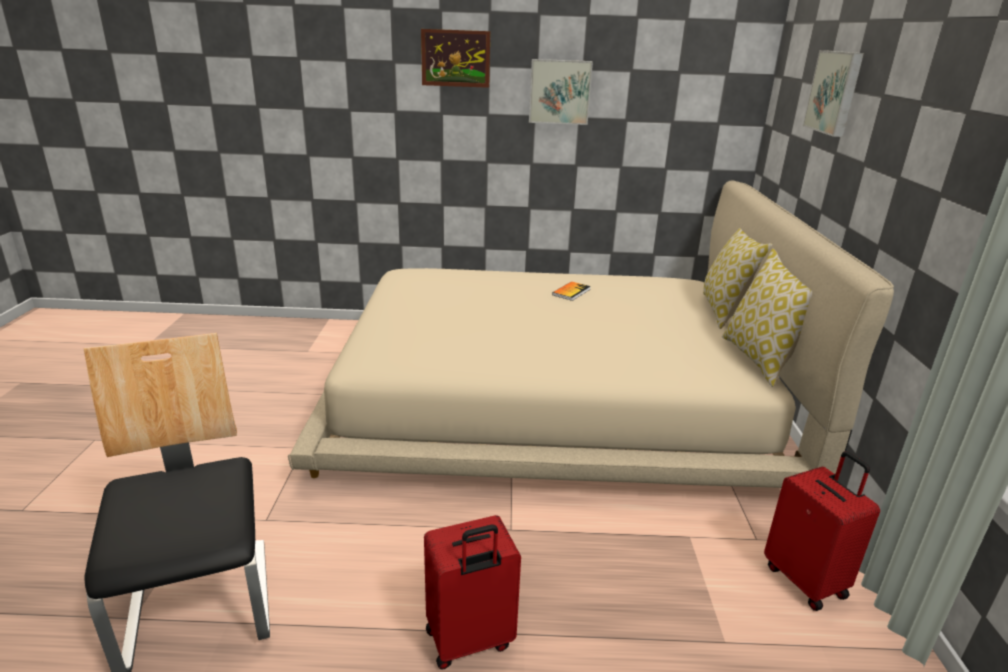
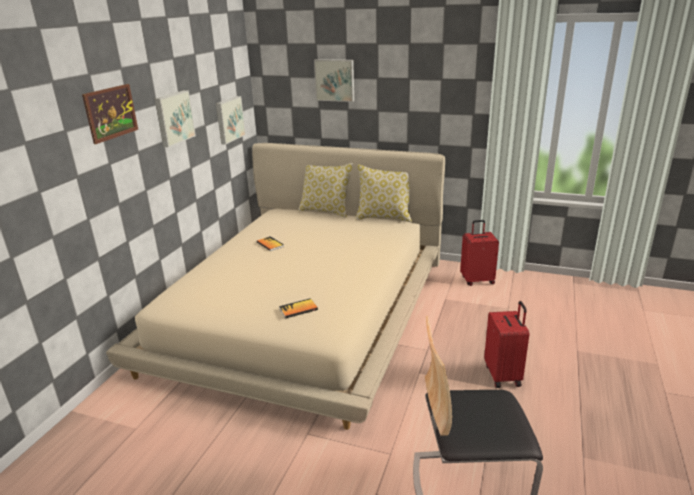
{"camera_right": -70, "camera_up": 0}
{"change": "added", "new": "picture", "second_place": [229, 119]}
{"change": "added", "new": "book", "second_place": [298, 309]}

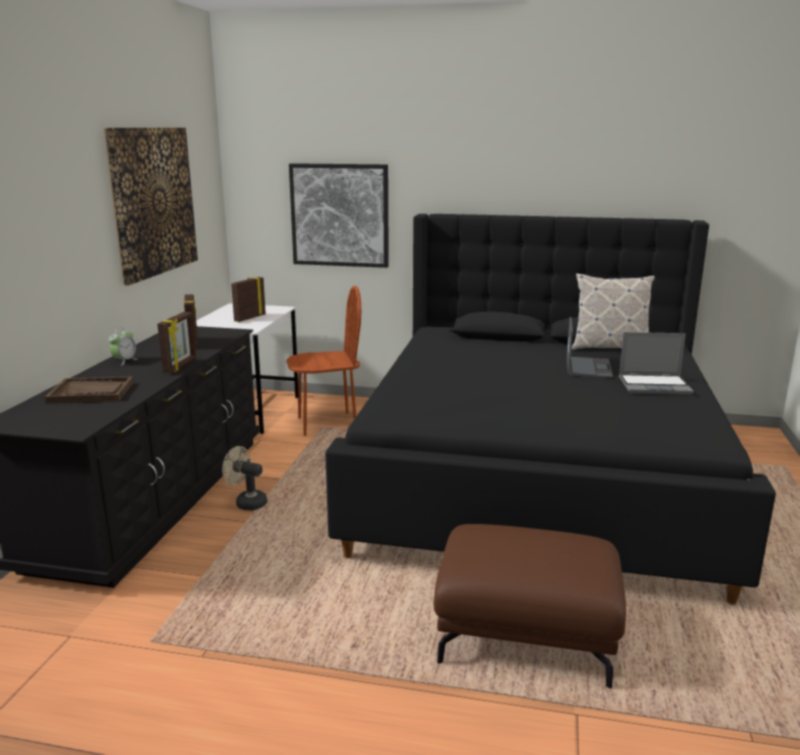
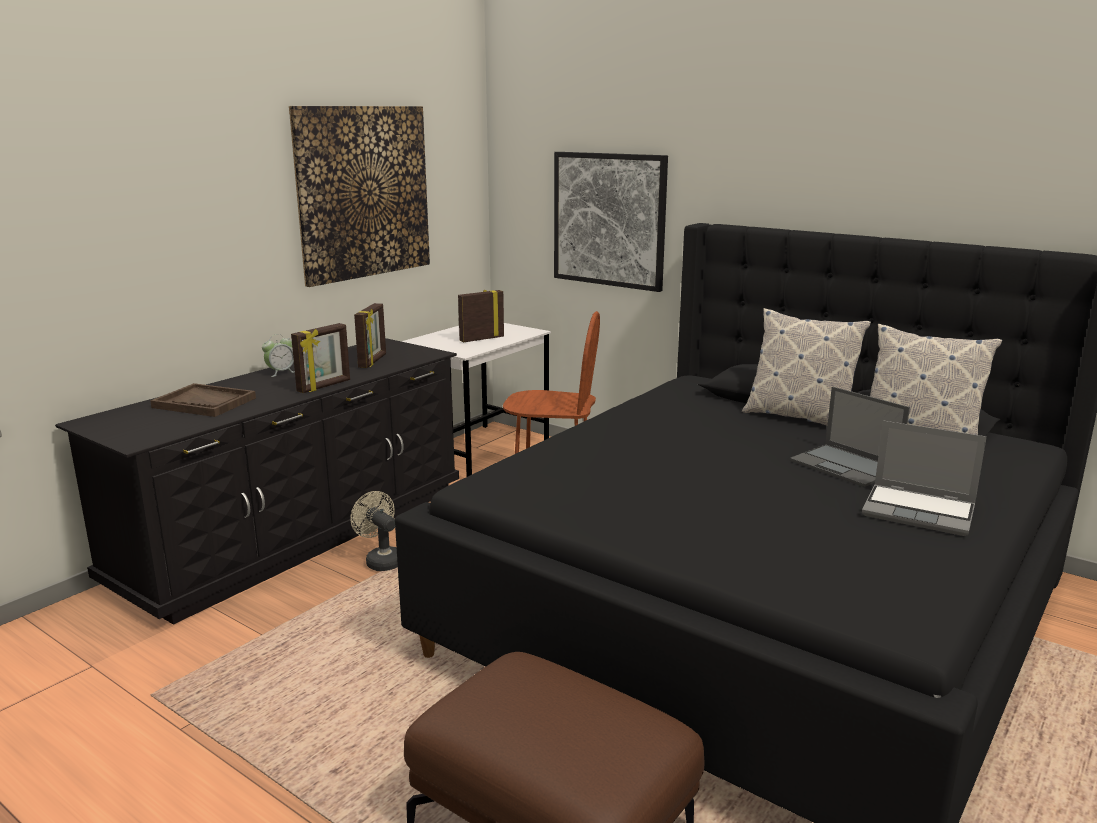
{"camera_right": 25, "camera_up": 0}
{"change": "turned", "old": "laptop", "first_place": [588, 367], "second_place": [846, 466], "degrees": 105}
{"change": "added", "new": "pillow", "second_place": [799, 417]}

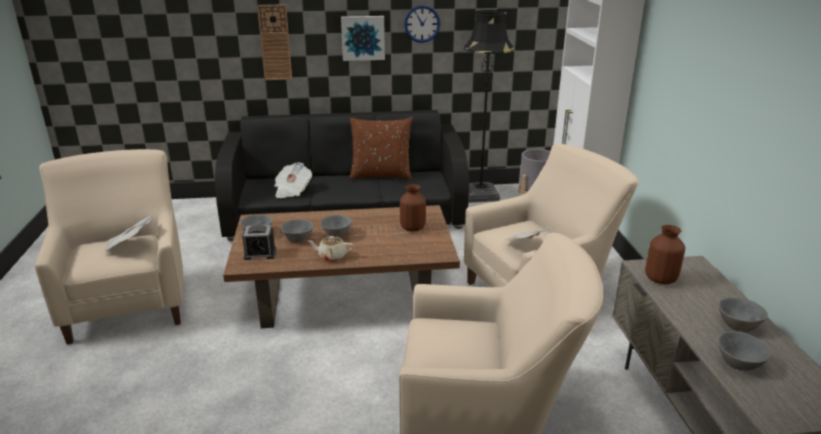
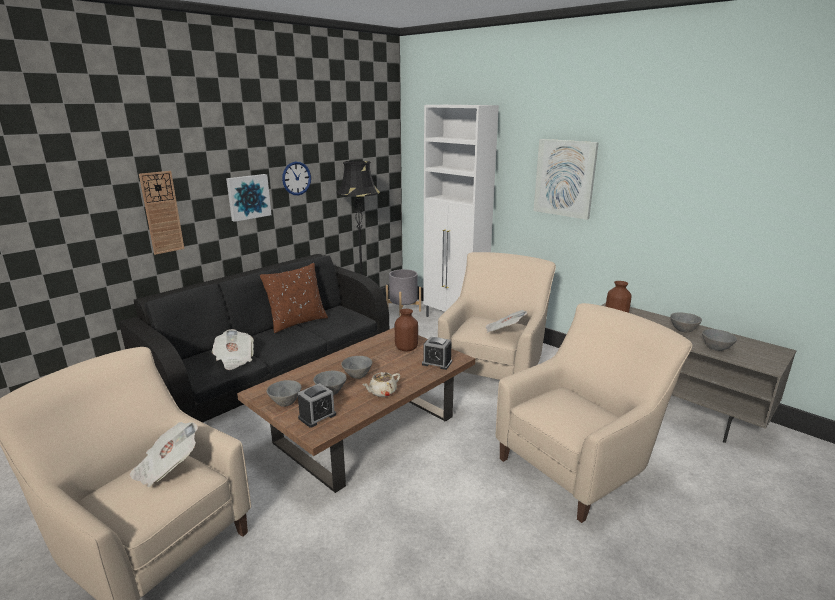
{"camera_right": -40, "camera_up": -5}
{"change": "added", "new": "alarm clock", "second_place": [437, 363]}
{"change": "added", "new": "picture", "second_place": [565, 178]}

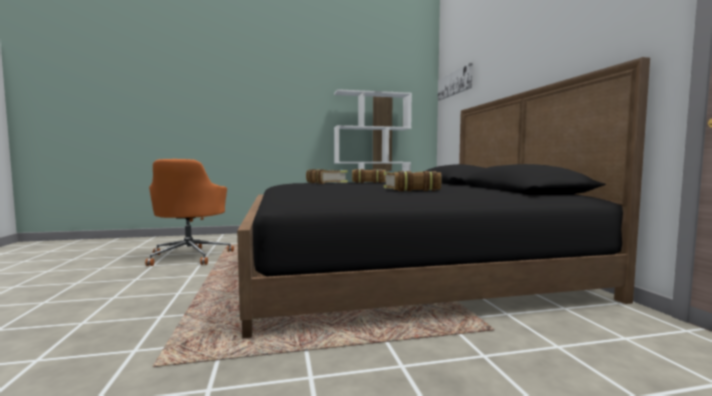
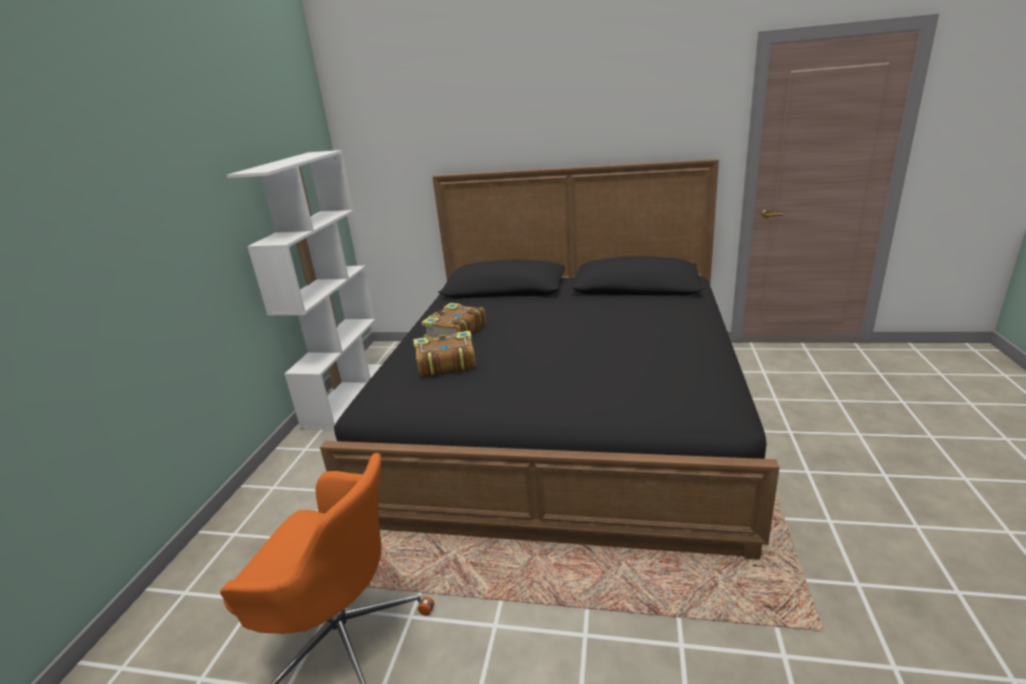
{"camera_right": -65, "camera_up": 20}
{"change": "removed", "old": "book", "first_place": [410, 189]}
{"change": "removed", "old": "picture", "first_place": [455, 83]}

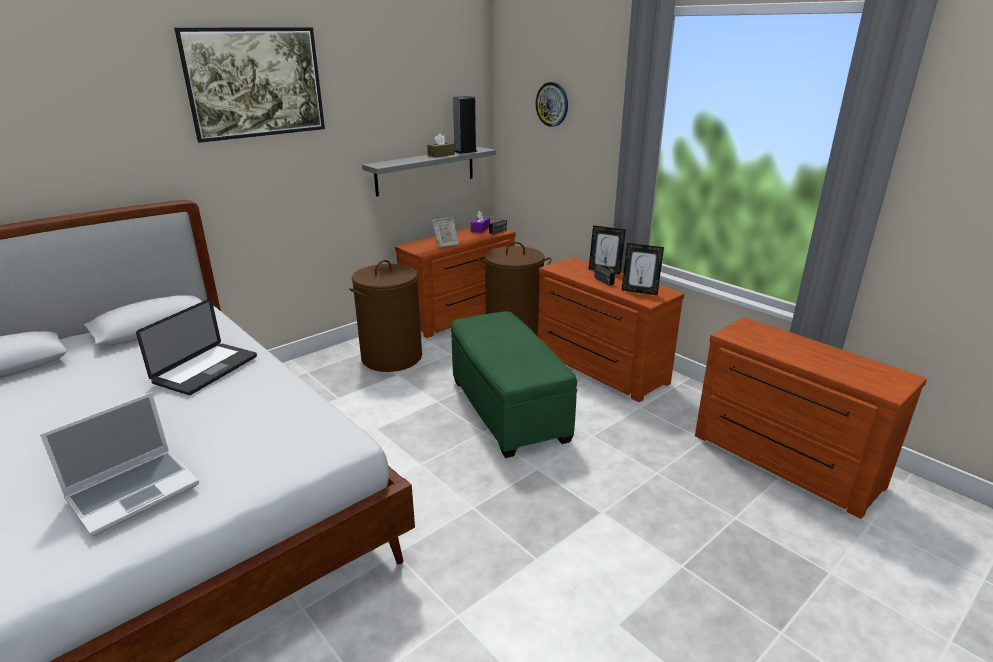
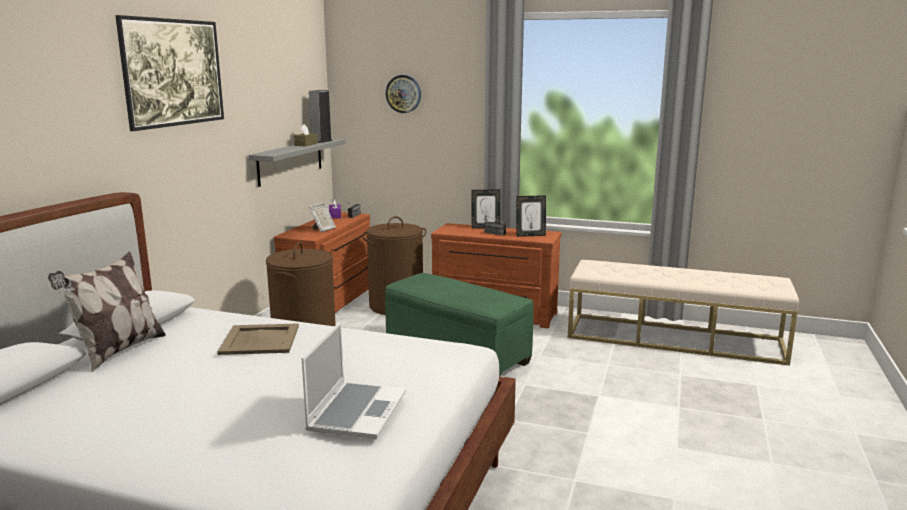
{"camera_right": -30, "camera_up": -10}
{"change": "replaced", "old": "laptop", "new": "tray (beige)", "first_place": [206, 370], "second_place": [259, 339]}
{"change": "replaced", "old": "dresser (brown)", "new": "bench (beige)", "first_place": [783, 462], "second_place": [674, 338]}
{"change": "added", "new": "pillow", "second_place": [118, 351]}

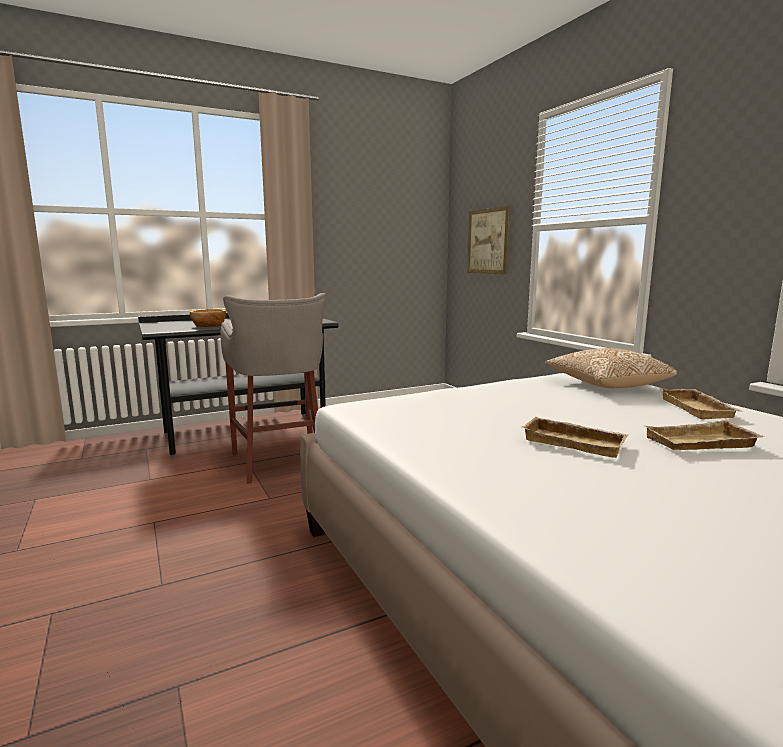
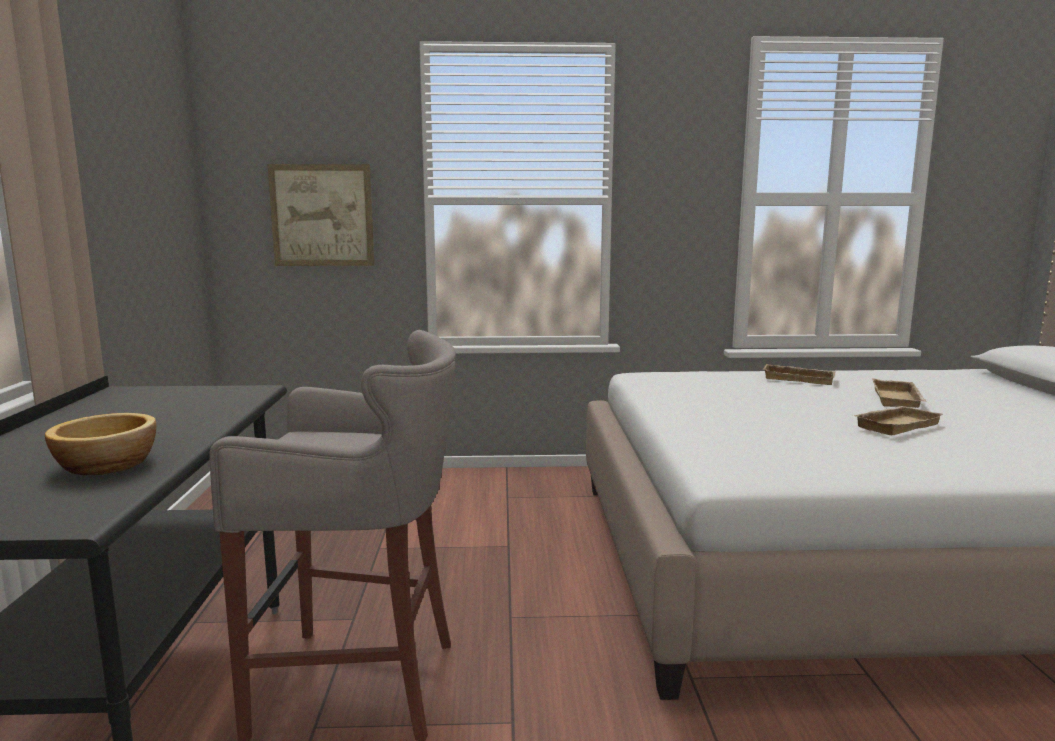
{"camera_right": -65, "camera_up": 0}
{"change": "removed", "old": "pillow", "first_place": [606, 384]}

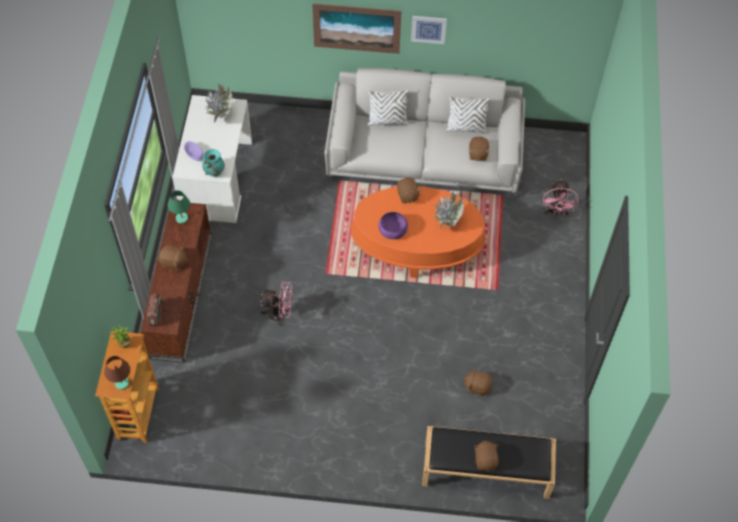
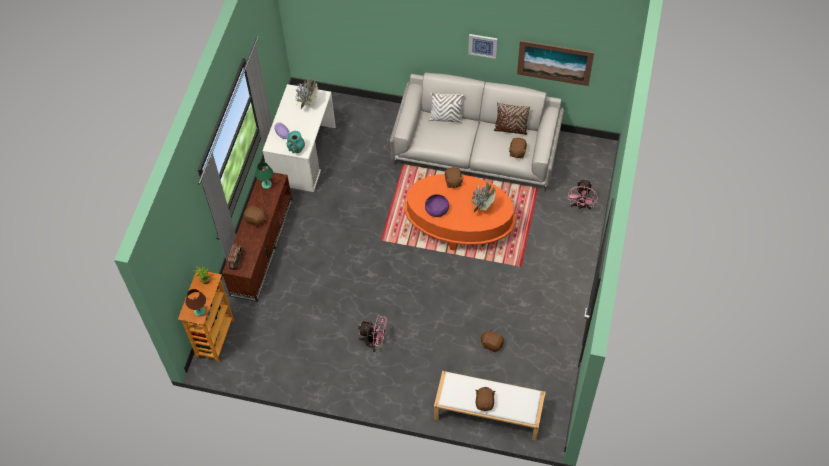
{"camera_right": 10, "camera_up": 0}
{"change": "moved", "old": "fan (pink)", "first_place": [279, 314], "second_place": [374, 342]}
{"change": "moved", "old": "picture", "first_place": [356, 28], "second_place": [554, 62]}
{"change": "recoloured", "old": "bench (black)", "new": "bench (white)", "first_place": [485, 470], "second_place": [487, 412]}
{"change": "recoloured", "old": "pillow (white)", "new": "pillow (brown)", "first_place": [466, 128], "second_place": [510, 129]}

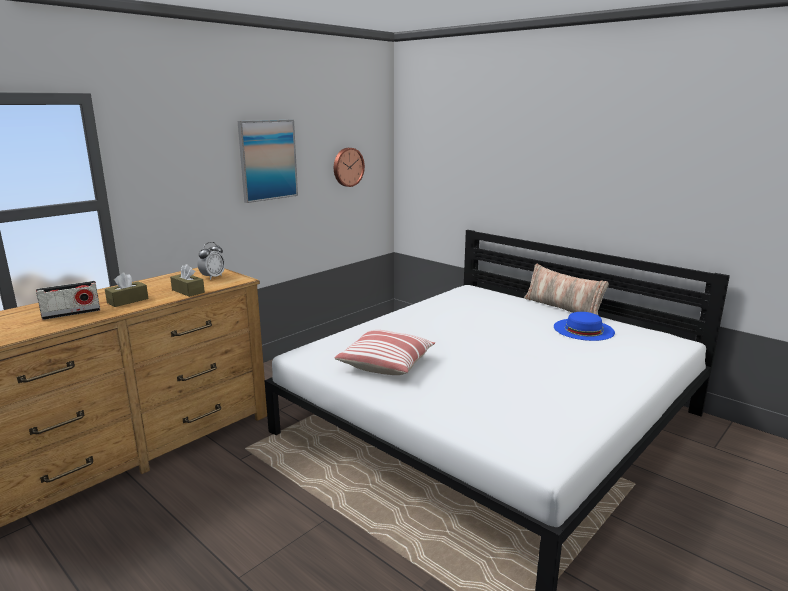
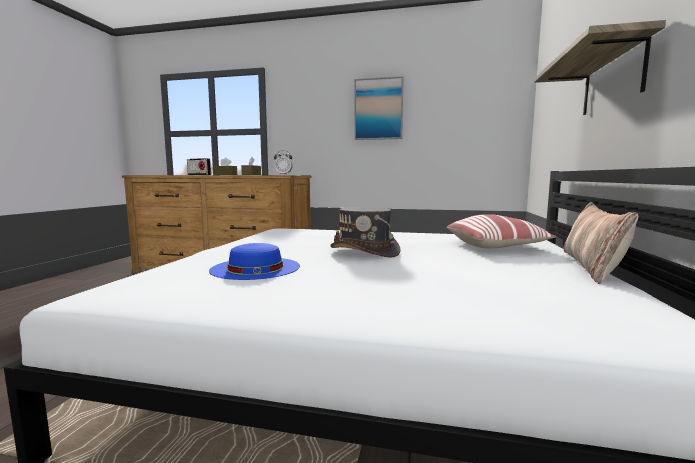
{"camera_right": 60, "camera_up": -10}
{"change": "removed", "old": "wall clock", "first_place": [347, 167]}
{"change": "moved", "old": "pillow", "first_place": [386, 363], "second_place": [496, 246]}
{"change": "moved", "old": "hat (blue)", "first_place": [583, 329], "second_place": [255, 268]}
{"change": "added", "new": "hat (grey)", "second_place": [365, 251]}
{"change": "added", "new": "shelf", "second_place": [612, 79]}

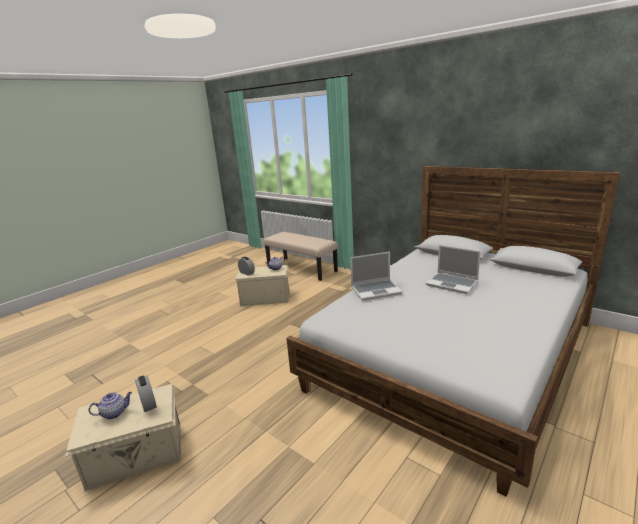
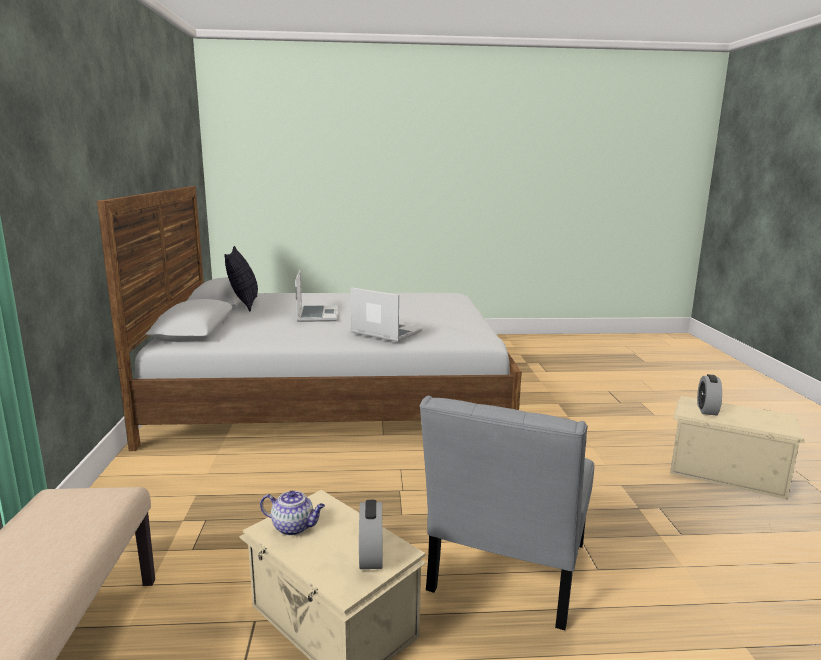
{"camera_right": -135, "camera_up": -5}
{"change": "removed", "old": "teapot", "first_place": [115, 413]}
{"change": "added", "new": "pillow", "second_place": [244, 304]}
{"change": "added", "new": "chair (grey)", "second_place": [505, 573]}

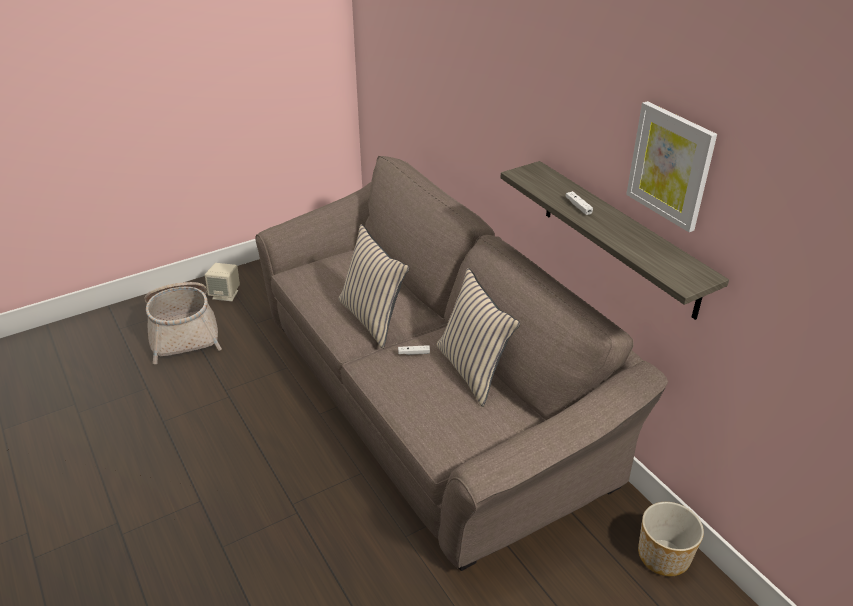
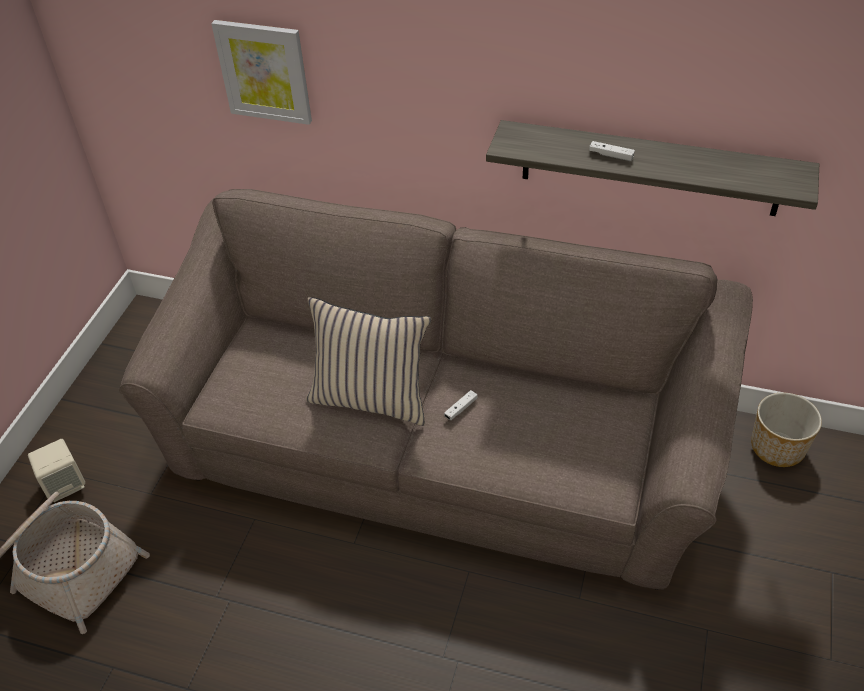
{"camera_right": -40, "camera_up": 10}
{"change": "removed", "old": "pillow (beige)", "first_place": [473, 370]}
{"change": "moved", "old": "picture", "first_place": [671, 165], "second_place": [264, 71]}

